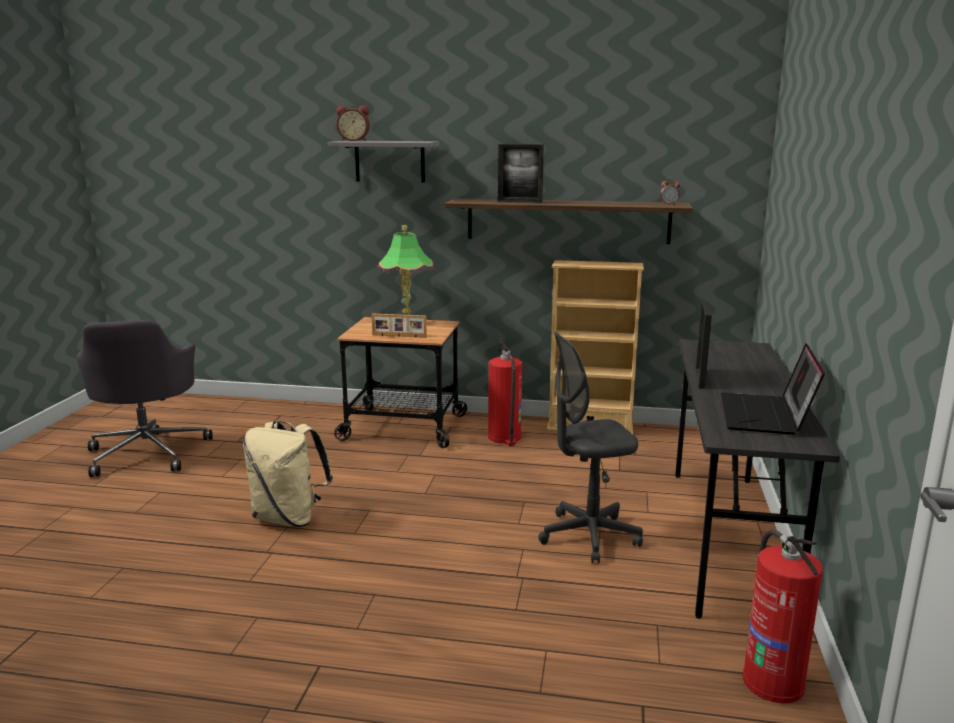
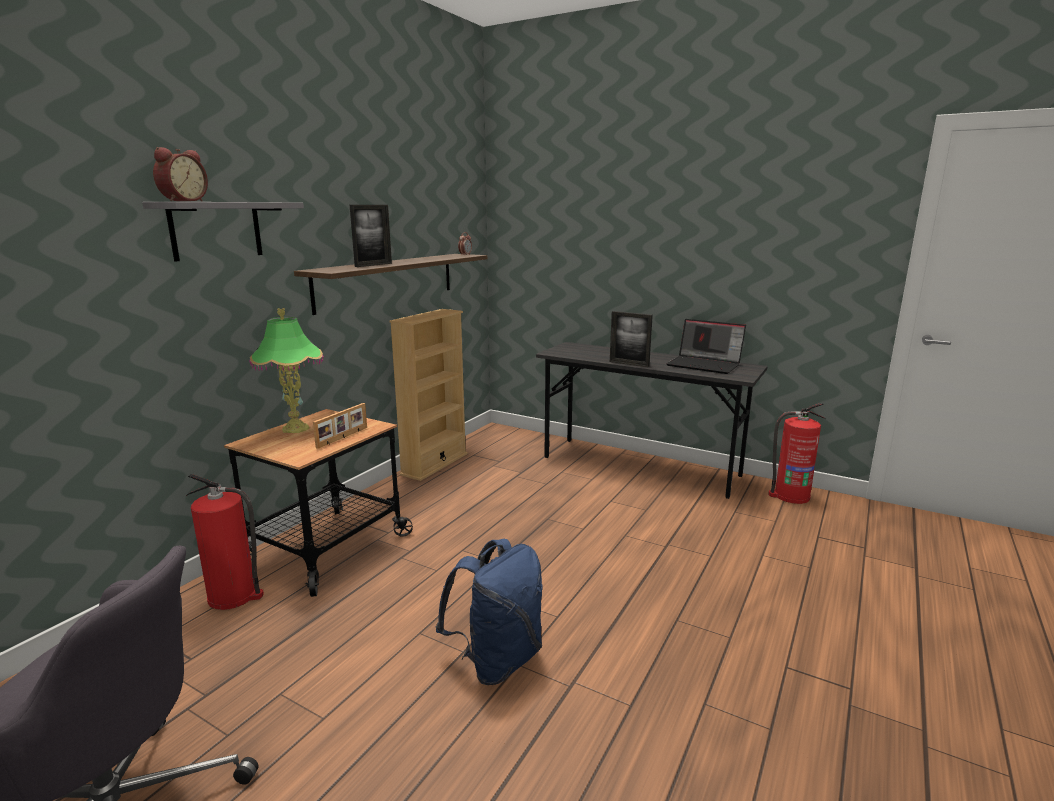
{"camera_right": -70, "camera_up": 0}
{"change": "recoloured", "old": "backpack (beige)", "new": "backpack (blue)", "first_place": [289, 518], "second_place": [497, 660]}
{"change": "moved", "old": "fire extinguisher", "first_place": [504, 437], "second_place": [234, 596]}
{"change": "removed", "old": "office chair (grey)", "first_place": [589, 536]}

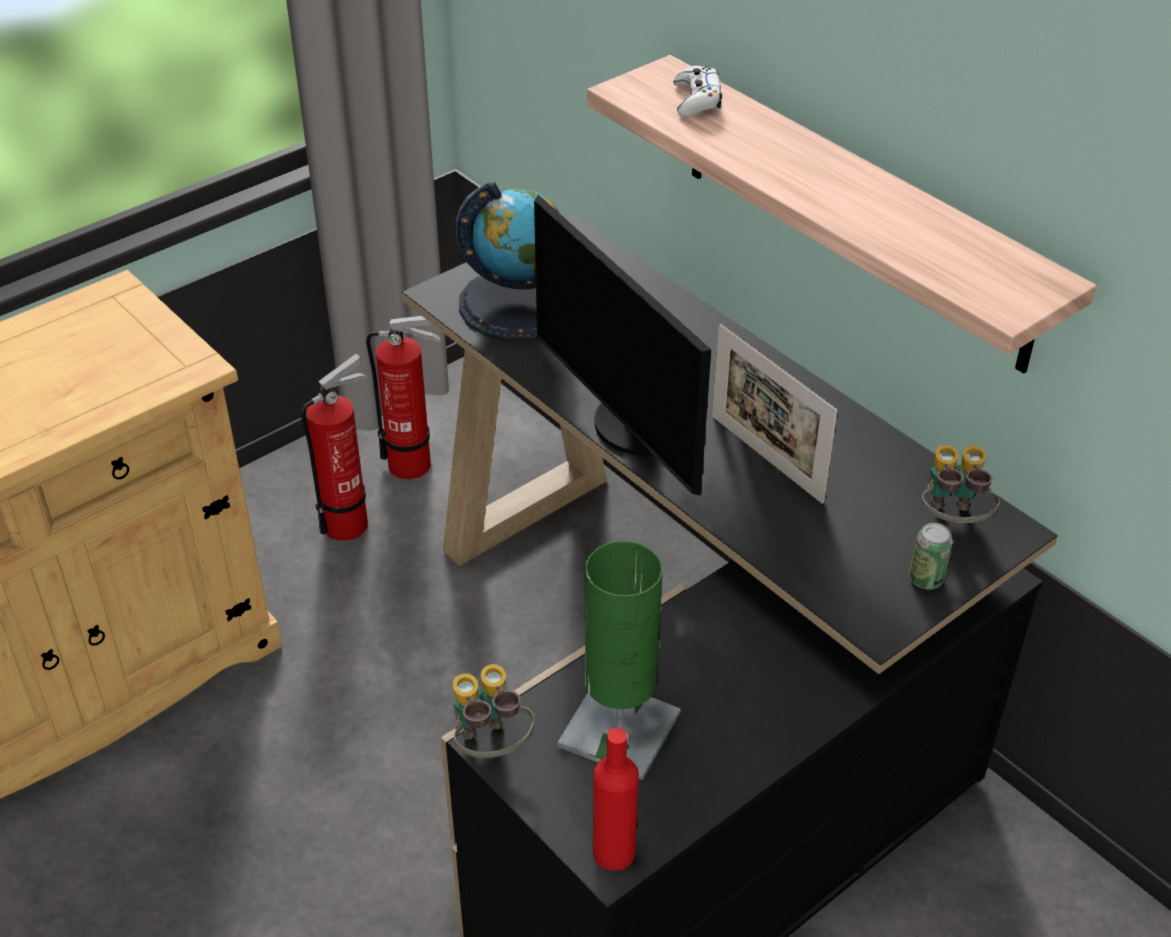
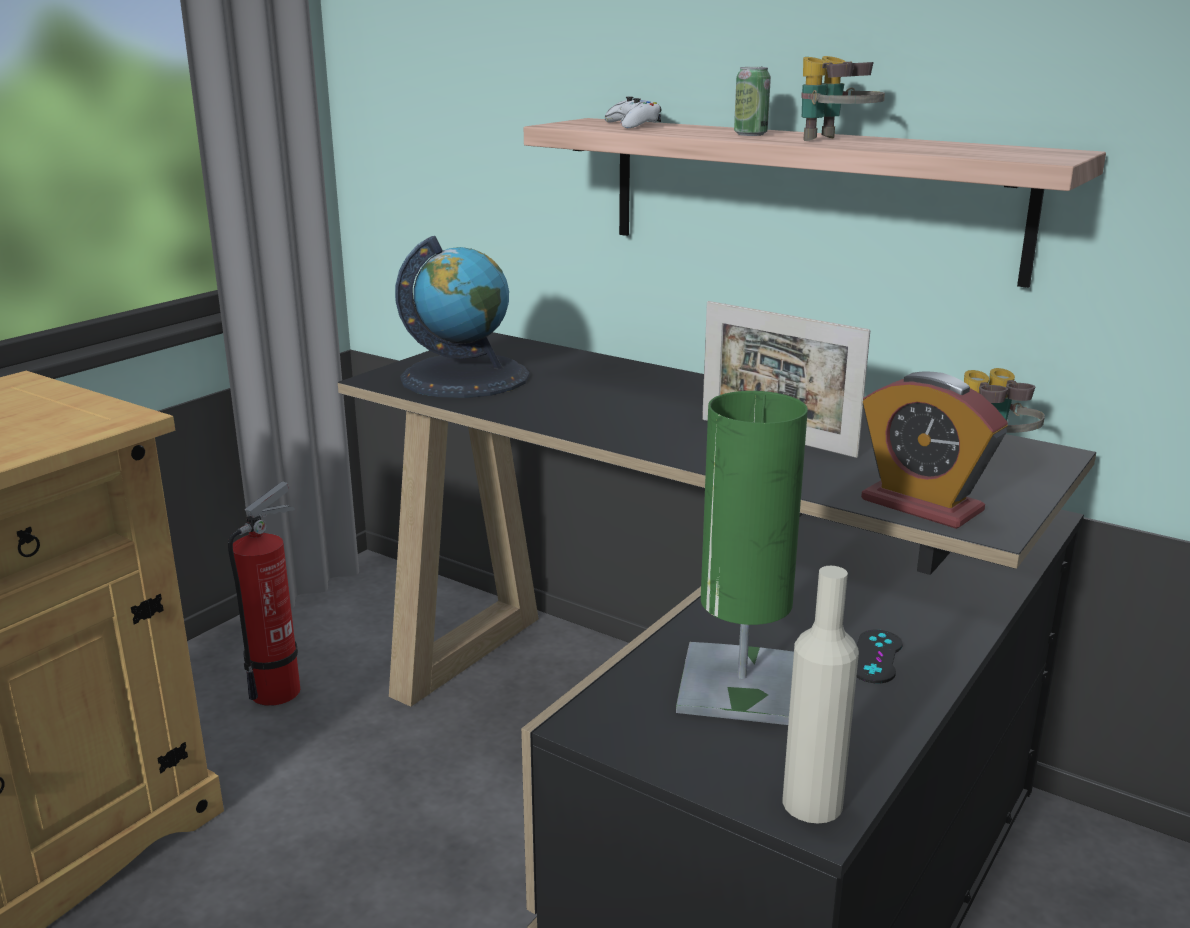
{"camera_right": -15, "camera_up": -20}
{"change": "removed", "old": "fire extinguisher", "first_place": [415, 465]}
{"change": "moved", "old": "binoculars", "first_place": [490, 746], "second_place": [835, 141]}
{"change": "removed", "old": "monitor", "first_place": [633, 427]}
{"change": "recoloured", "old": "bottle (red)", "new": "bottle (beige)", "first_place": [614, 852], "second_place": [812, 803]}
{"change": "moved", "old": "can", "first_place": [925, 579], "second_place": [750, 134]}
{"change": "added", "new": "game controller (black)", "second_place": [876, 657]}
{"change": "added", "new": "alarm clock", "second_place": [921, 505]}

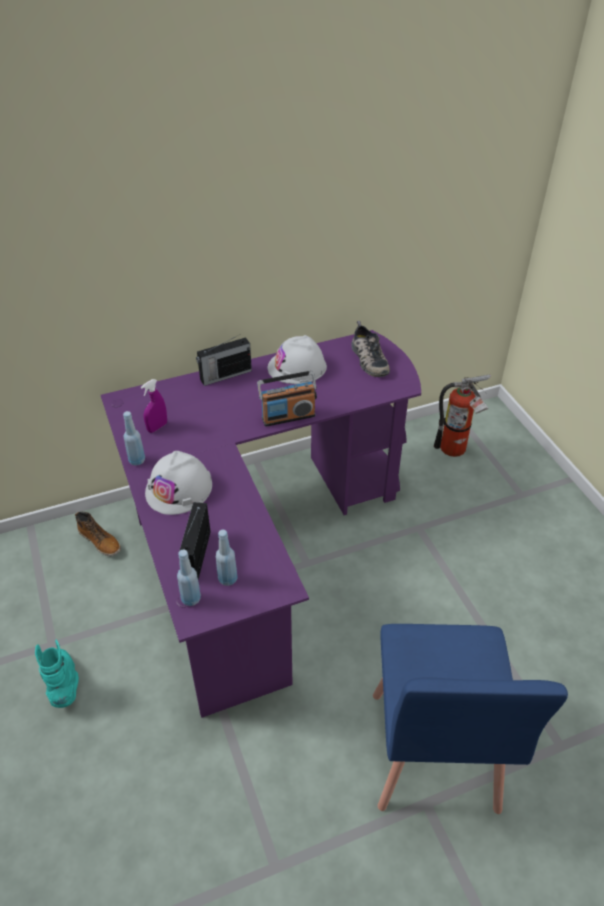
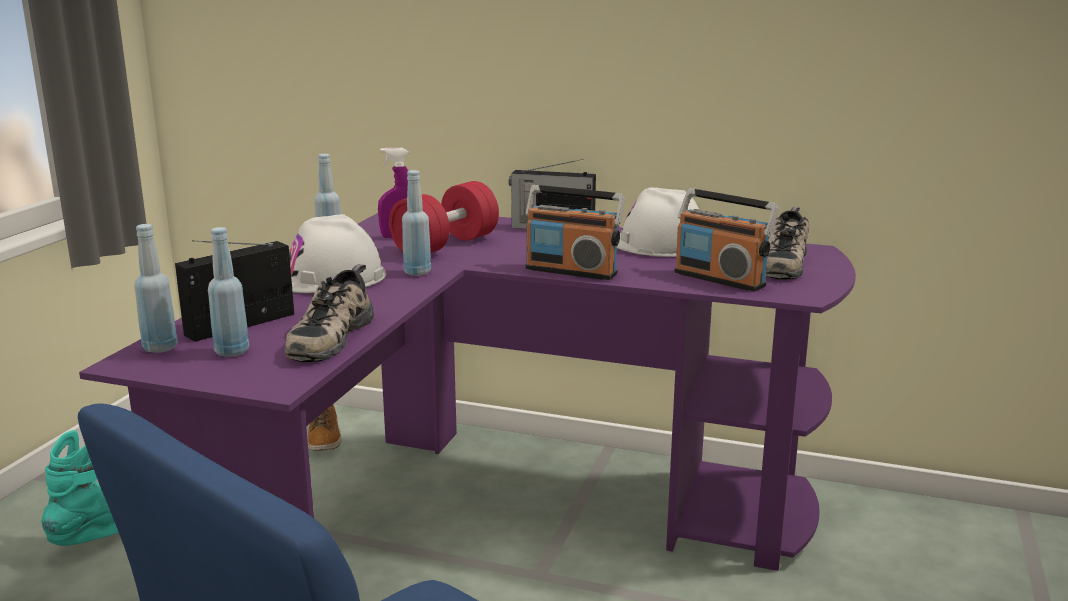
{"camera_right": 40, "camera_up": -25}
{"change": "removed", "old": "fire extinguisher", "first_place": [456, 449]}
{"change": "added", "new": "shoe", "second_place": [329, 336]}
{"change": "added", "new": "dumbbell (red)", "second_place": [445, 245]}
{"change": "added", "new": "bottle (blue)", "second_place": [417, 272]}
{"change": "added", "new": "radio", "second_place": [720, 279]}

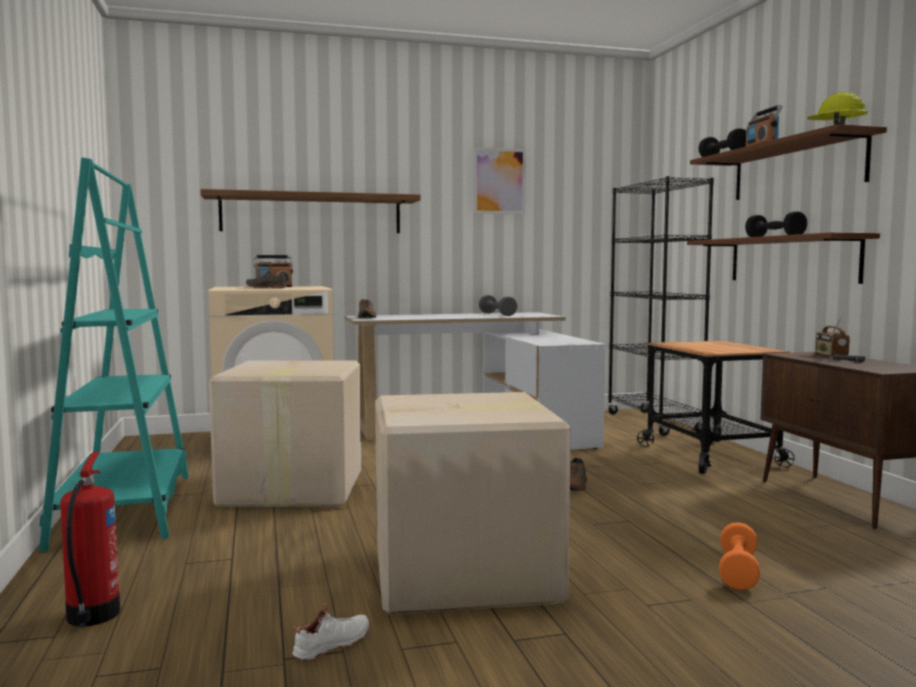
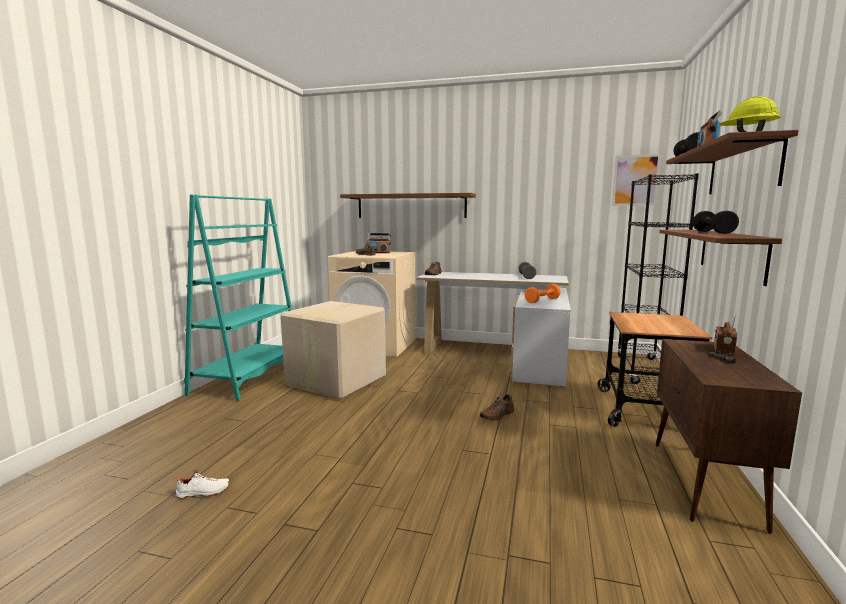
{"camera_right": 30, "camera_up": 5}
{"change": "removed", "old": "fire extinguisher", "first_place": [91, 617]}
{"change": "removed", "old": "cardboard box", "first_place": [467, 574]}
{"change": "moved", "old": "picture", "first_place": [499, 181], "second_place": [635, 180]}
{"change": "moved", "old": "dumbbell (orange)", "first_place": [738, 571], "second_place": [542, 300]}

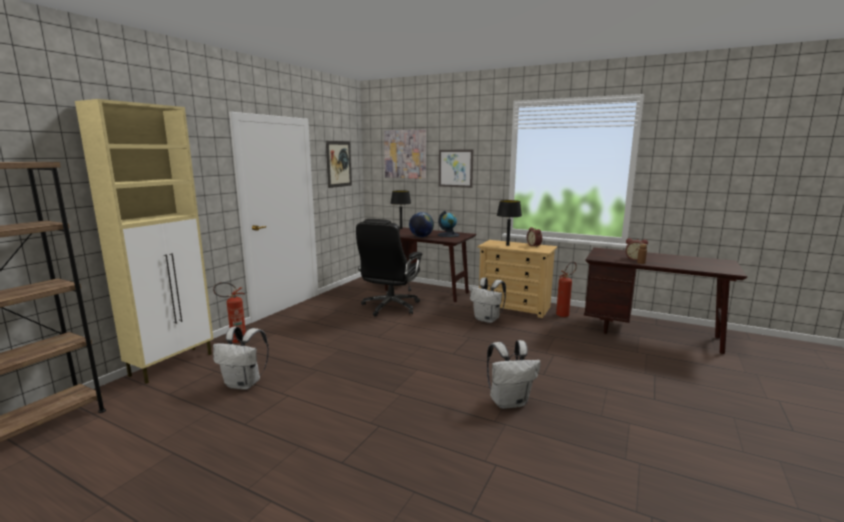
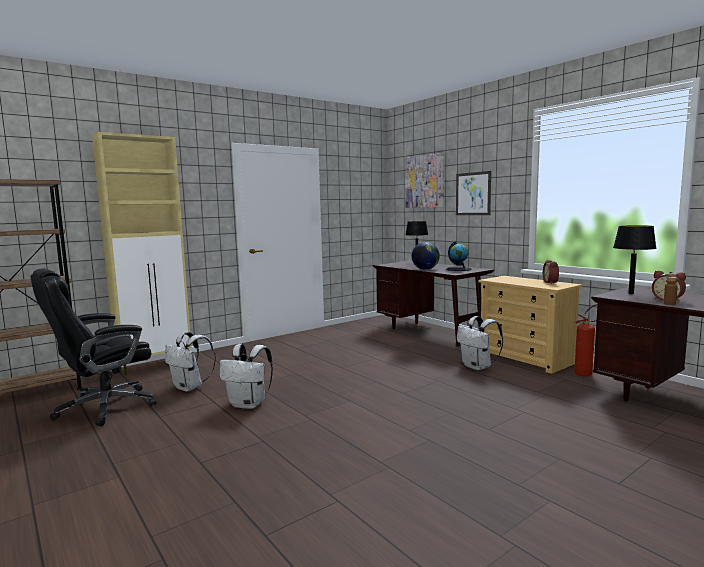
{"camera_right": 25, "camera_up": -5}
{"change": "removed", "old": "fire extinguisher", "first_place": [234, 341]}
{"change": "removed", "old": "picture", "first_place": [339, 164]}
{"change": "moved", "old": "office chair (black)", "first_place": [390, 307], "second_place": [104, 407]}
{"change": "moved", "old": "backpack (white)", "first_place": [509, 402], "second_place": [249, 404]}
{"change": "moved", "old": "table lamp (black)", "first_place": [507, 245], "second_place": [631, 293]}

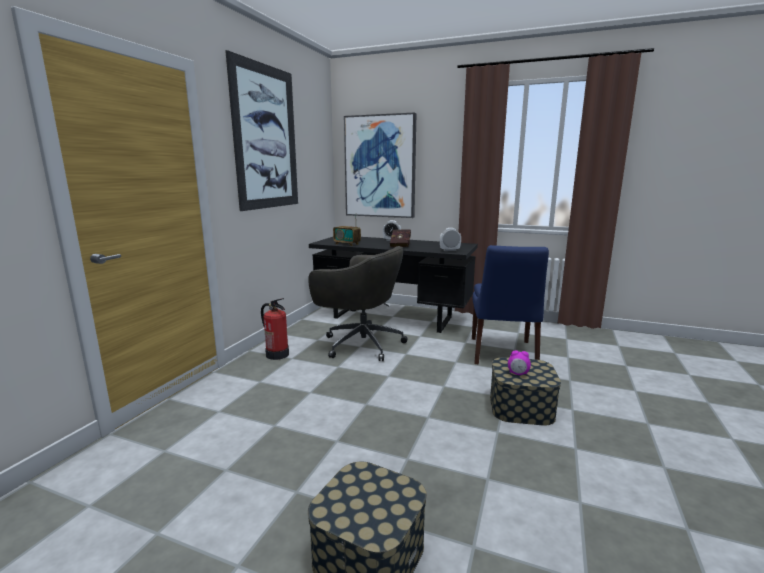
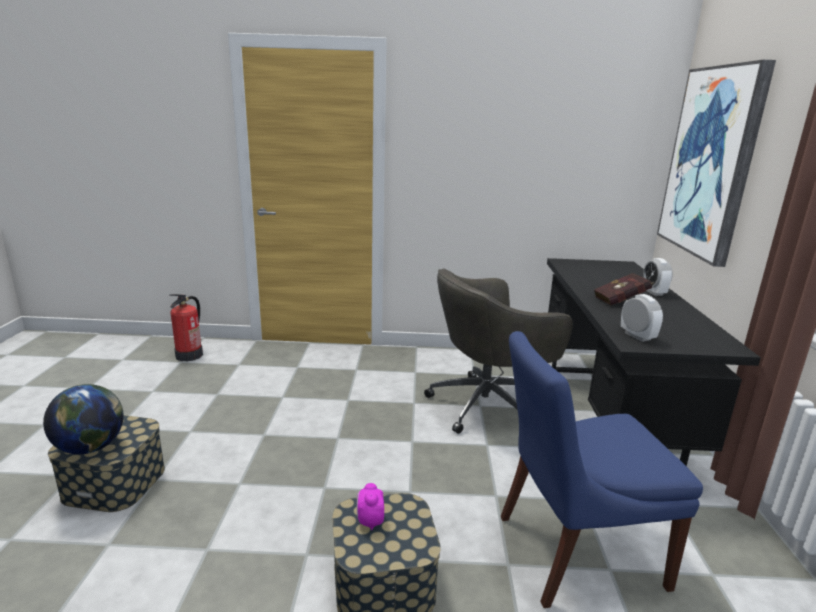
{"camera_right": 70, "camera_up": 5}
{"change": "removed", "old": "picture", "first_place": [266, 138]}
{"change": "moved", "old": "fire extinguisher", "first_place": [277, 354], "second_place": [189, 355]}
{"change": "turned", "old": "office chair (grey)", "first_place": [360, 344], "second_place": [488, 405], "degrees": 60}
{"change": "removed", "old": "radio", "first_place": [347, 244]}
{"change": "added", "new": "globe", "second_place": [91, 447]}

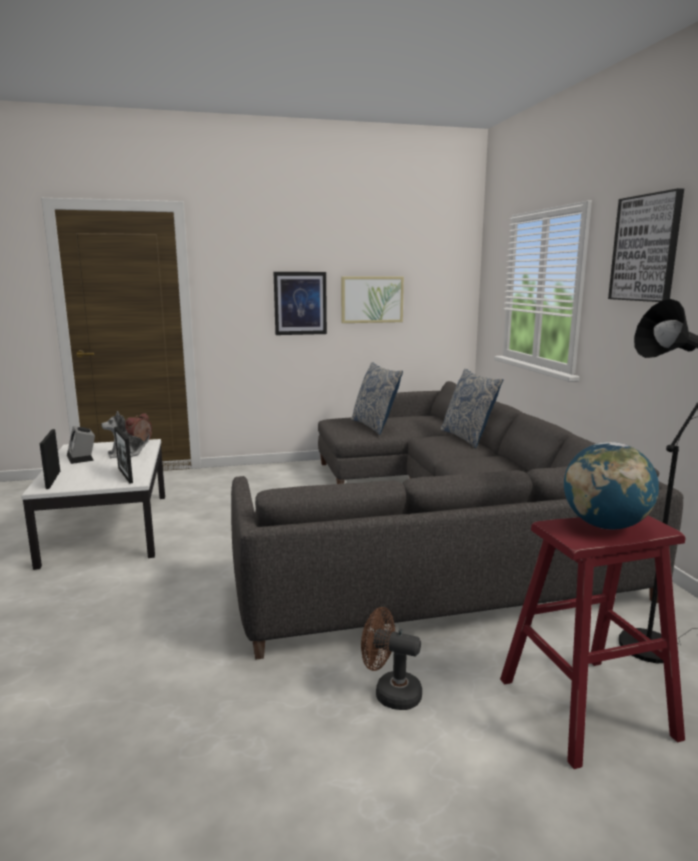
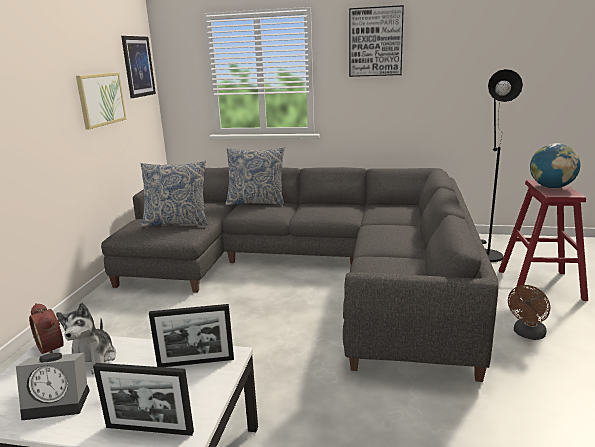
{"camera_right": -65, "camera_up": 5}
{"change": "moved", "old": "picture", "first_place": [300, 303], "second_place": [138, 66]}

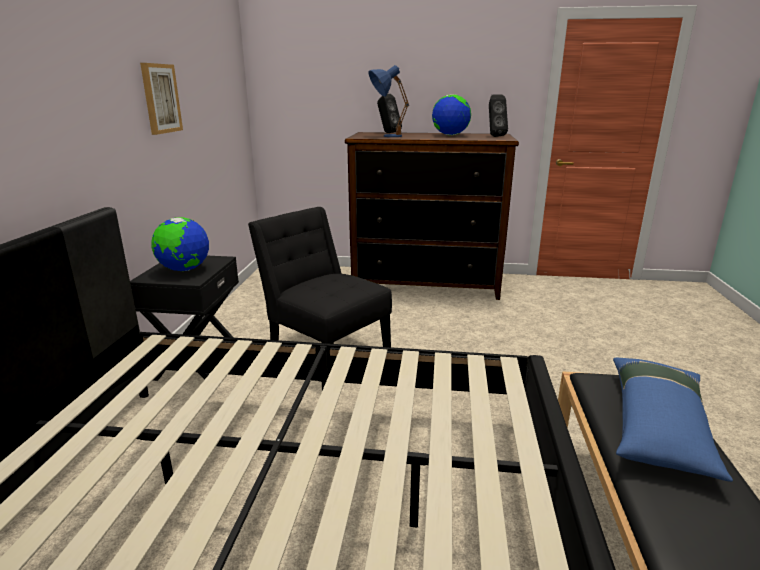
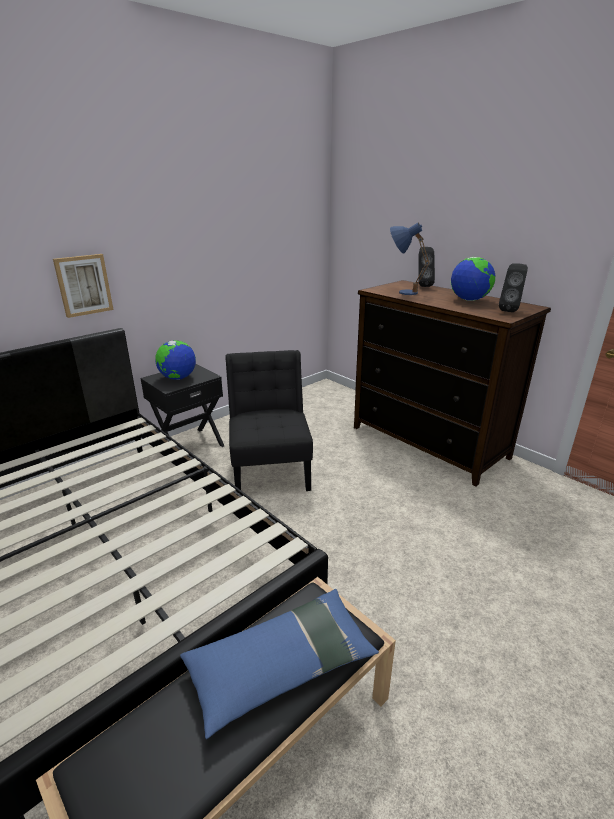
{"camera_right": 40, "camera_up": 5}
{"change": "moved", "old": "picture", "first_place": [160, 98], "second_place": [83, 285]}

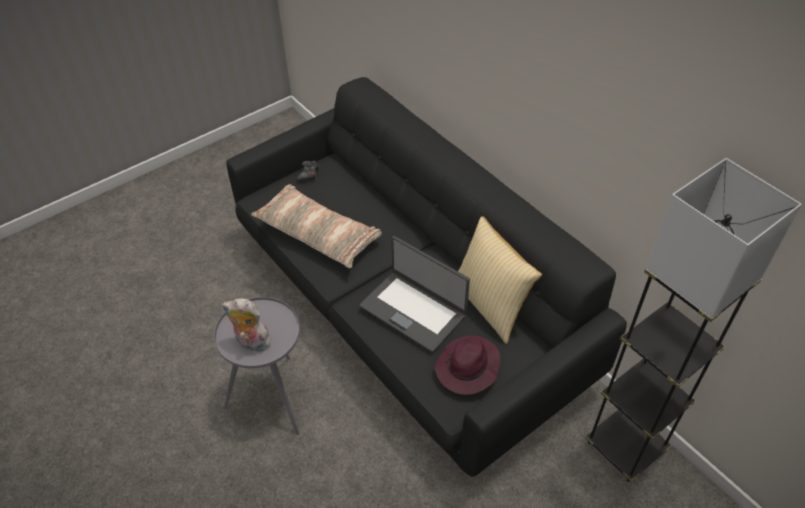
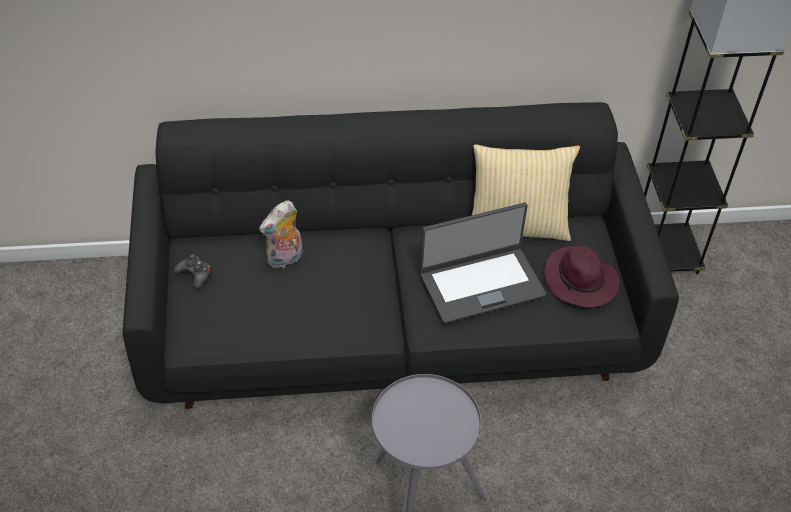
{"camera_right": -60, "camera_up": 0}
{"change": "moved", "old": "plush toy", "first_place": [251, 343], "second_place": [285, 259]}
{"change": "removed", "old": "pillow", "first_place": [318, 233]}

